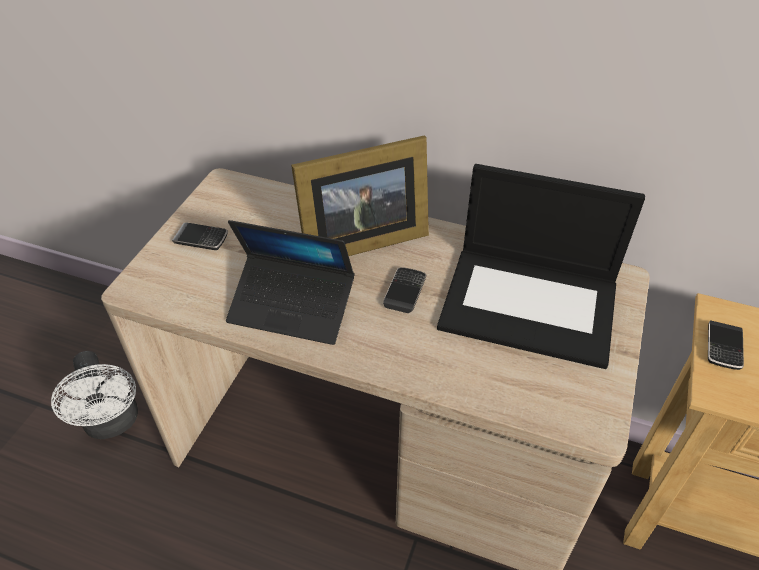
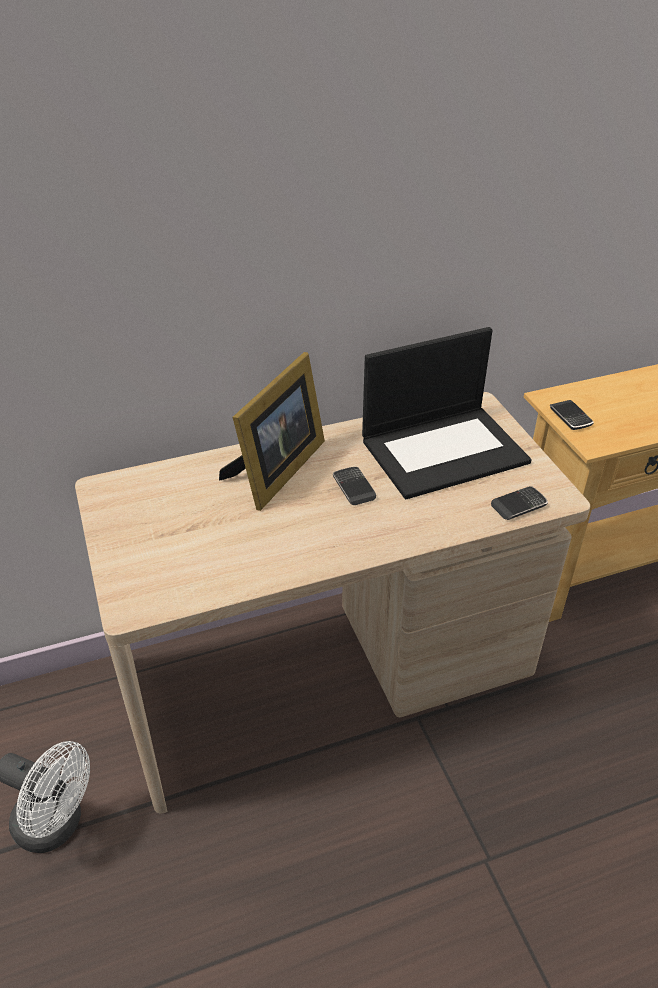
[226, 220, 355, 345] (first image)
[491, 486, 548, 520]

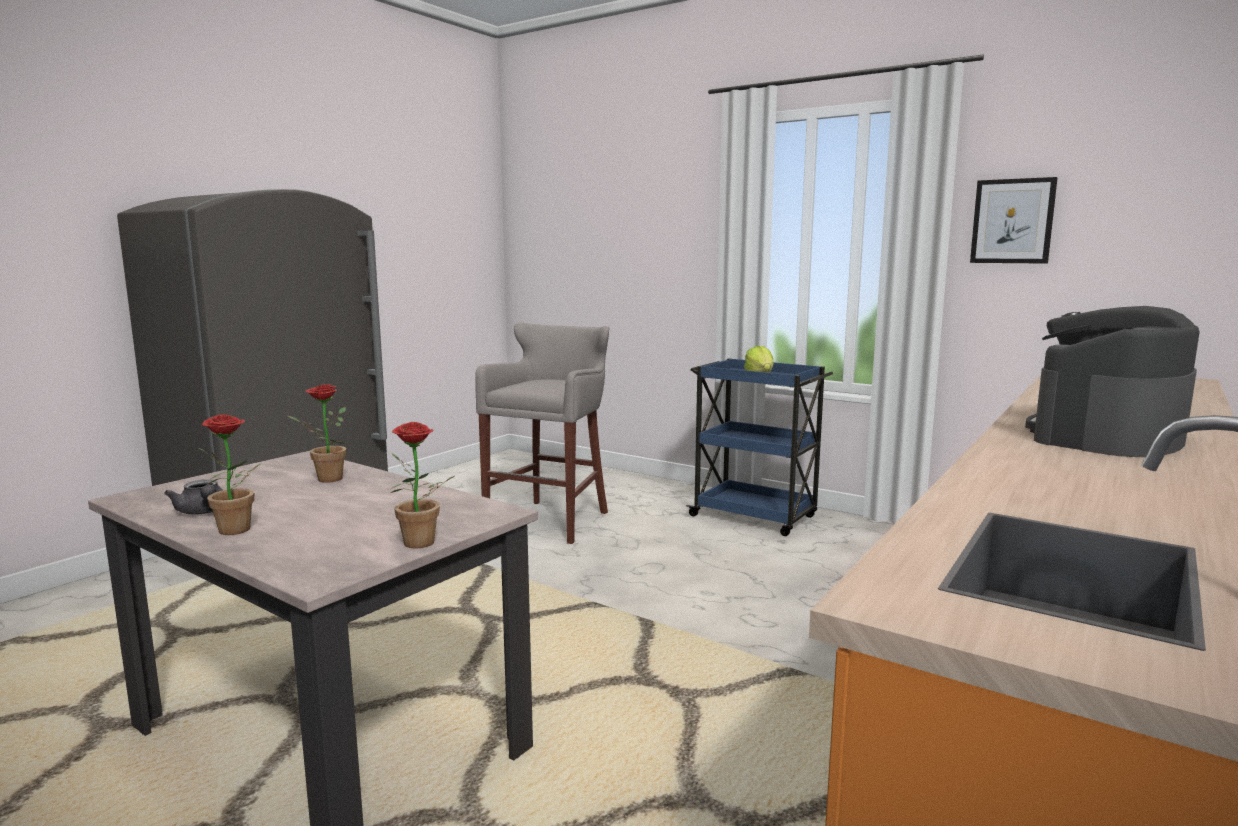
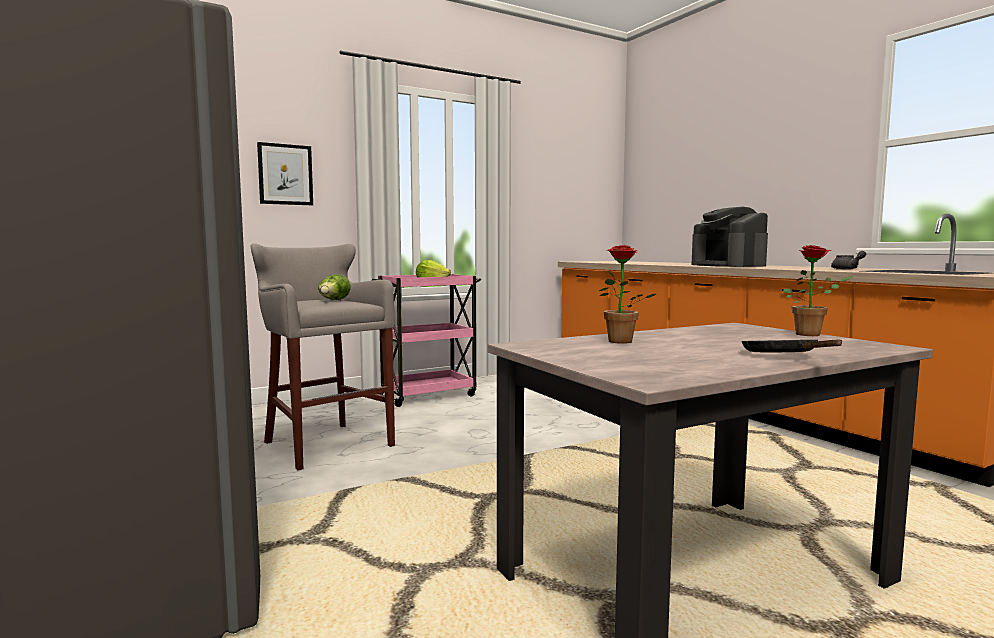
[318, 274, 350, 300]
[831, 251, 866, 269]
[257, 142, 313, 205]
[742, 340, 842, 352]
[372, 274, 481, 407]

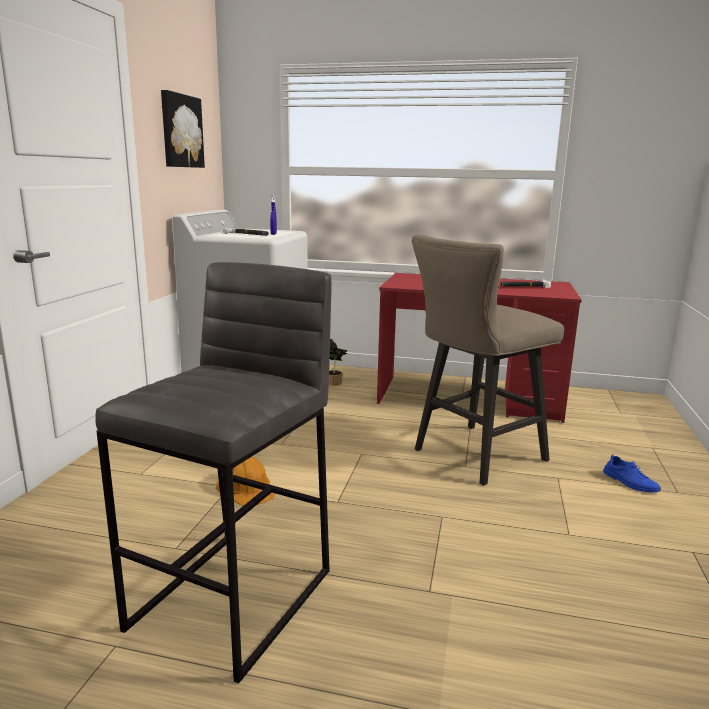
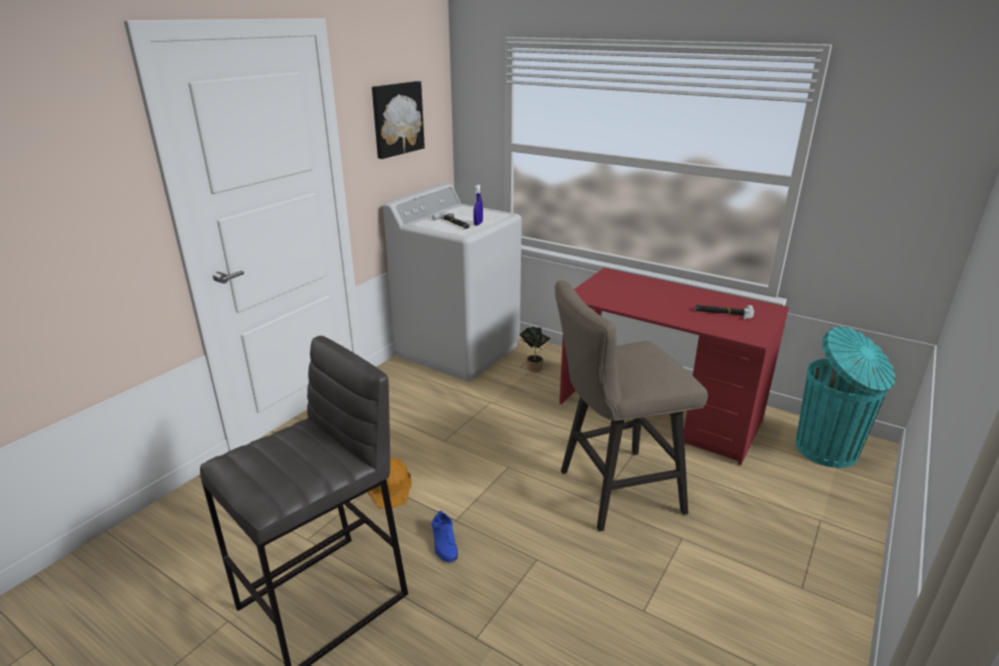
[796, 326, 895, 468]
[432, 511, 458, 562]

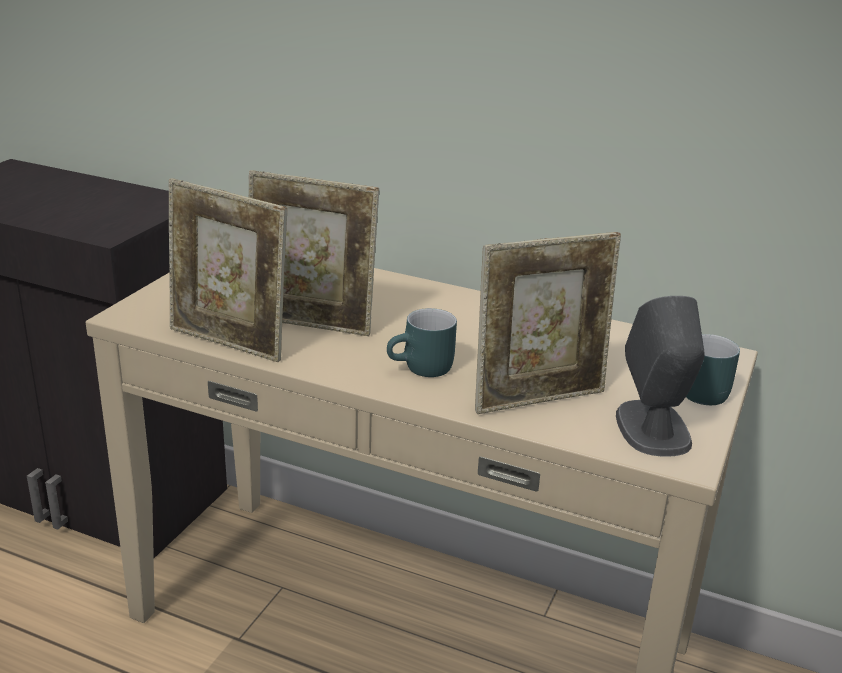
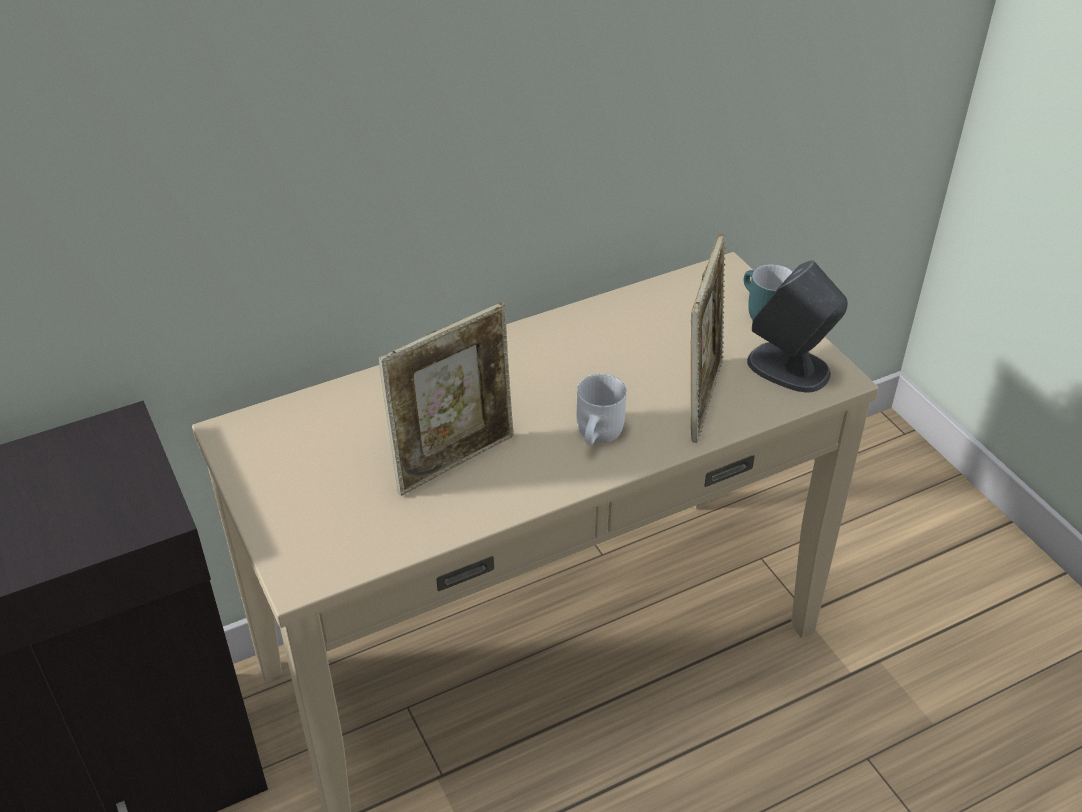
[169, 178, 287, 362] (first image)
[577, 374, 627, 445]

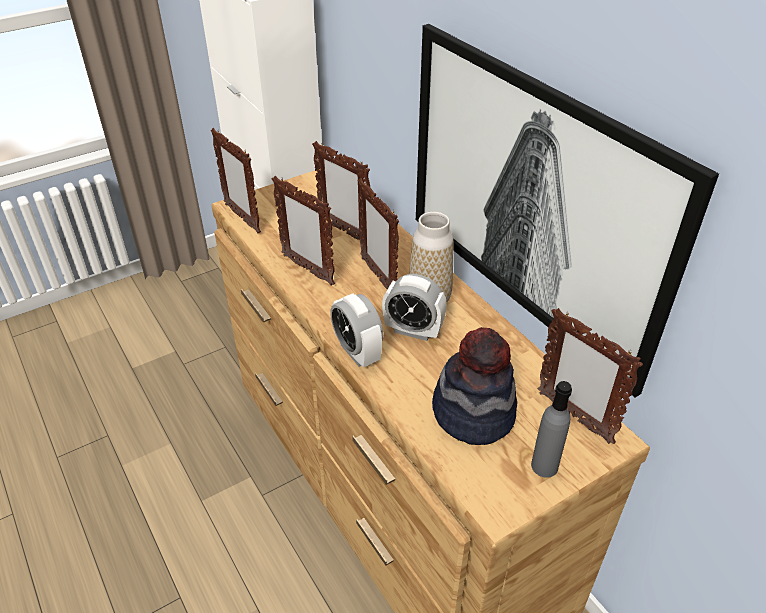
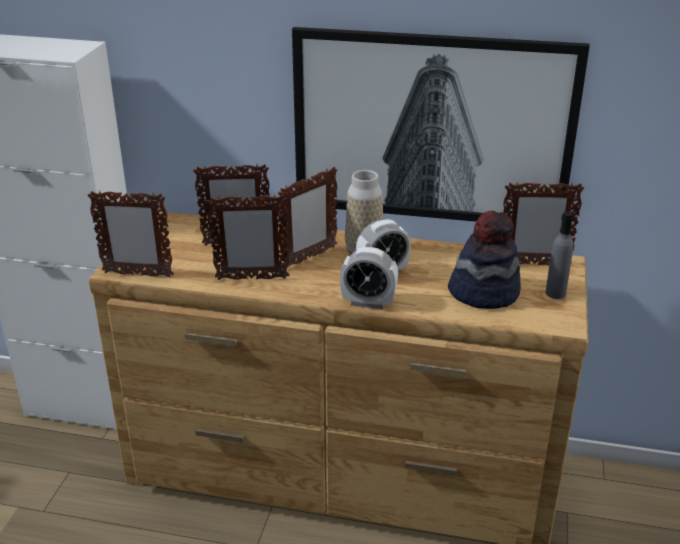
[278, 167, 337, 268]

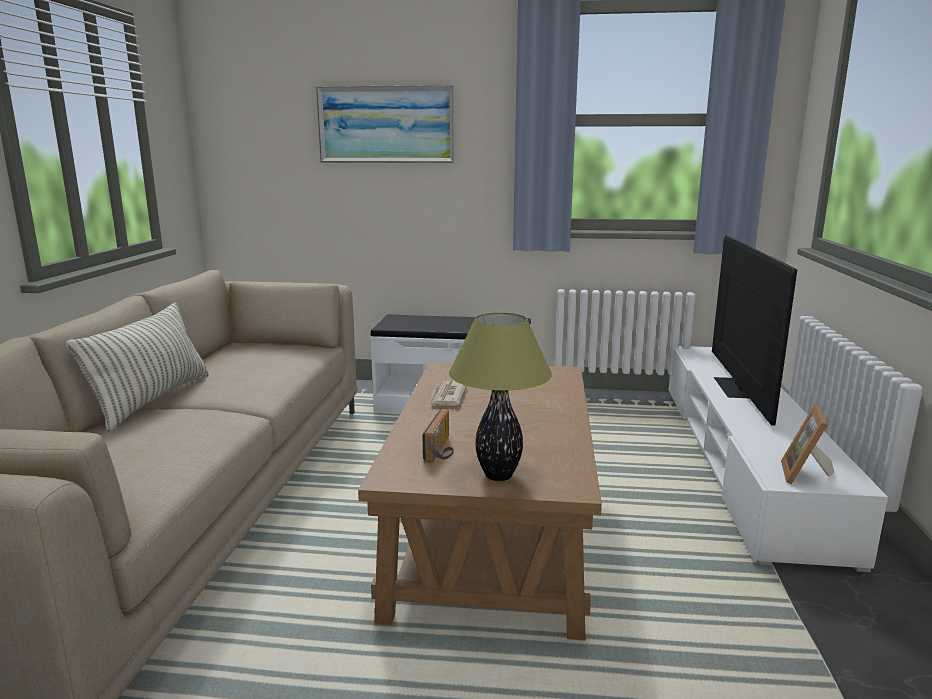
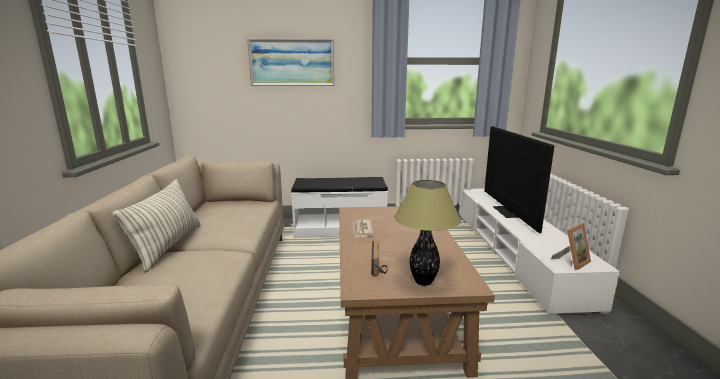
[551, 223, 591, 270]

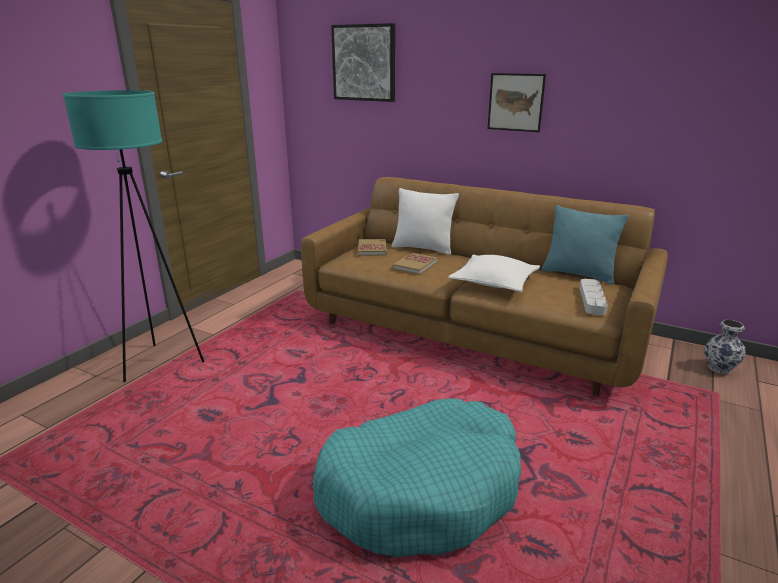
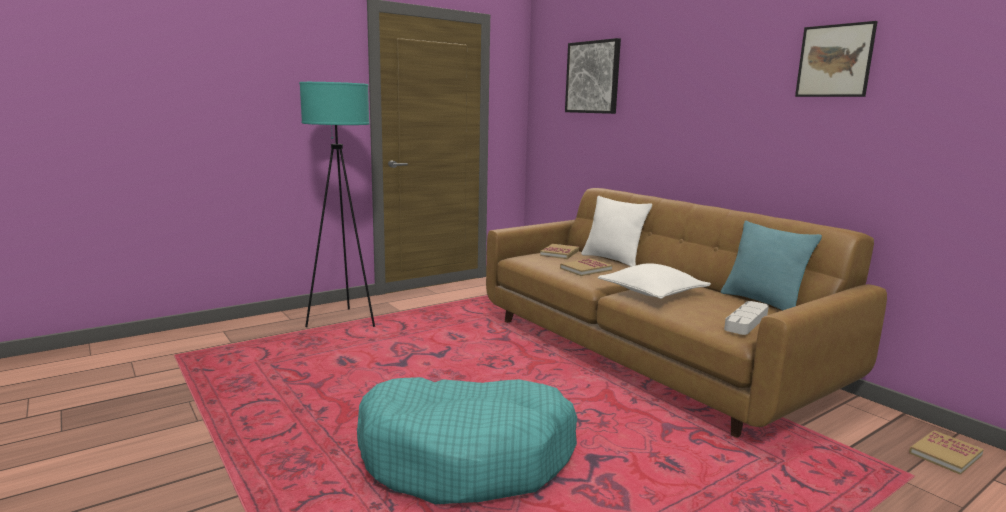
[795, 21, 878, 97]
[909, 430, 984, 475]

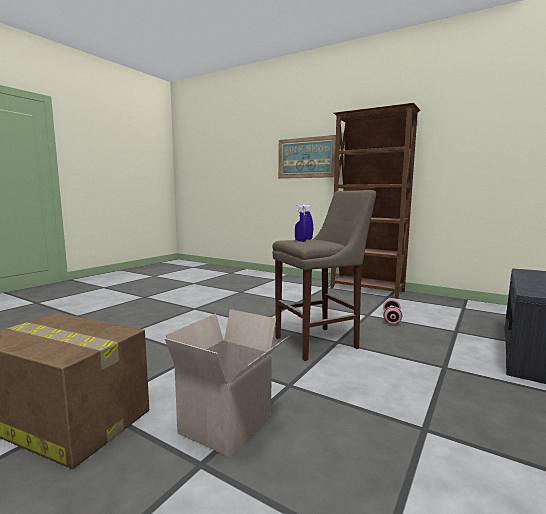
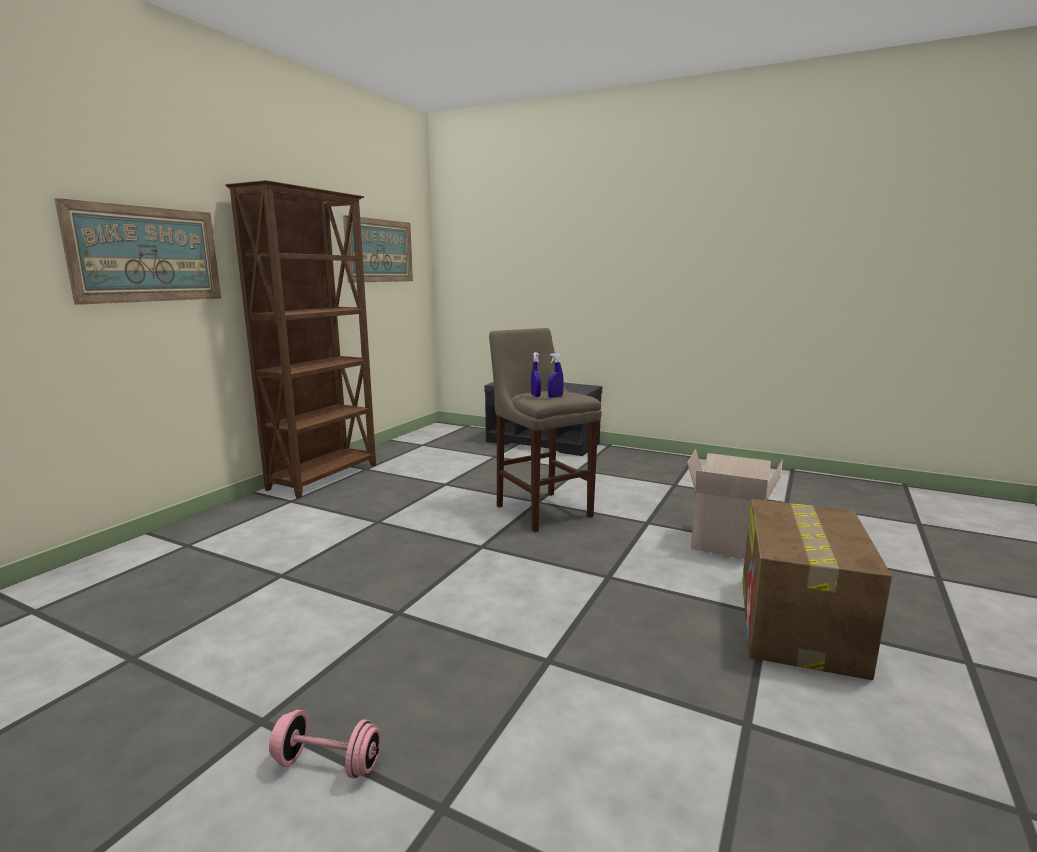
[343, 215, 413, 283]
[269, 710, 381, 779]

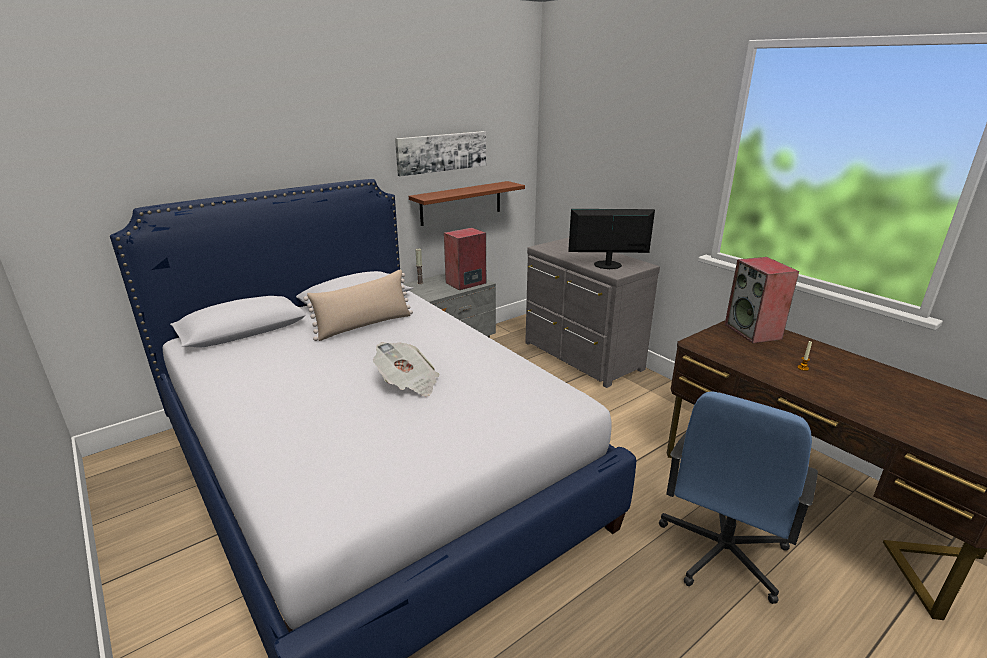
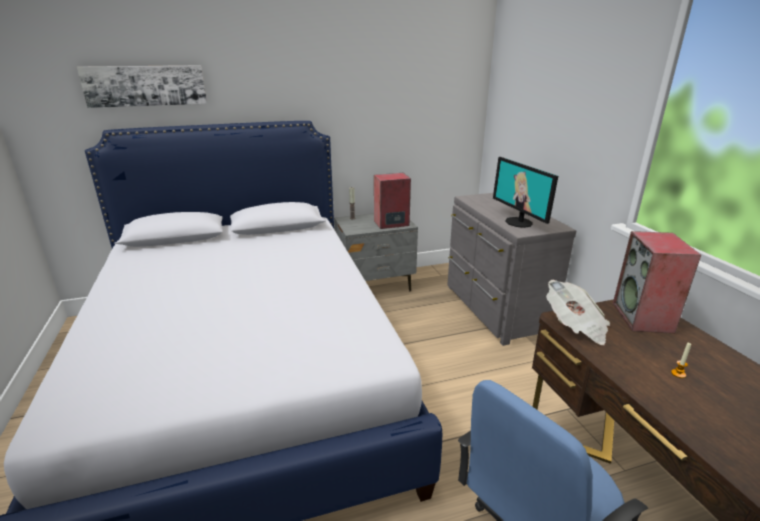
[303, 270, 413, 341] (first image)
[409, 181, 525, 226] (first image)
[546, 280, 610, 345]
[77, 65, 207, 108]
[493, 157, 558, 228]

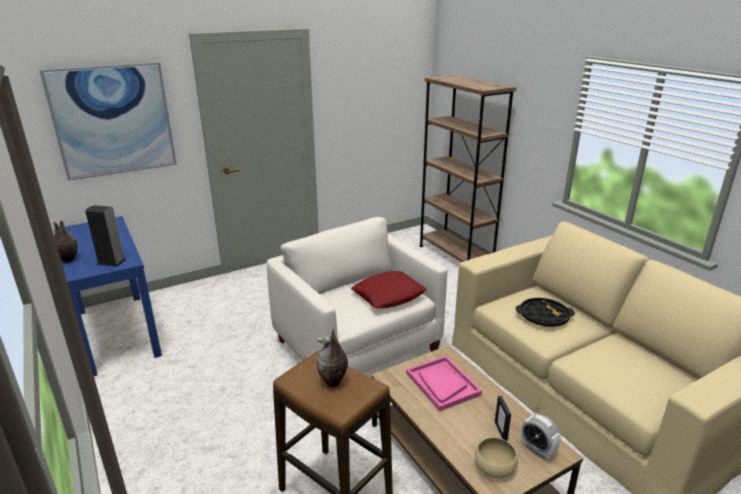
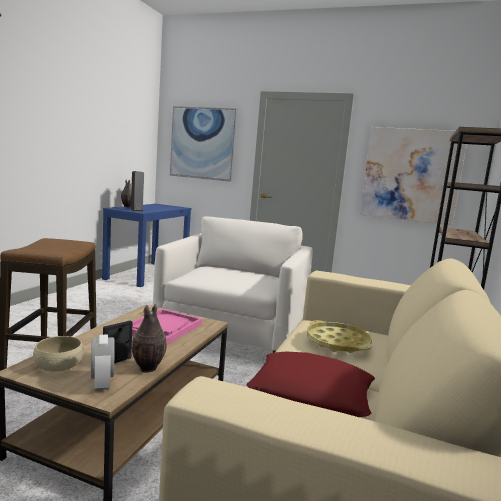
[360, 127, 467, 225]
[132, 304, 167, 373]
[247, 352, 375, 417]
[307, 320, 372, 353]
[91, 335, 115, 391]

